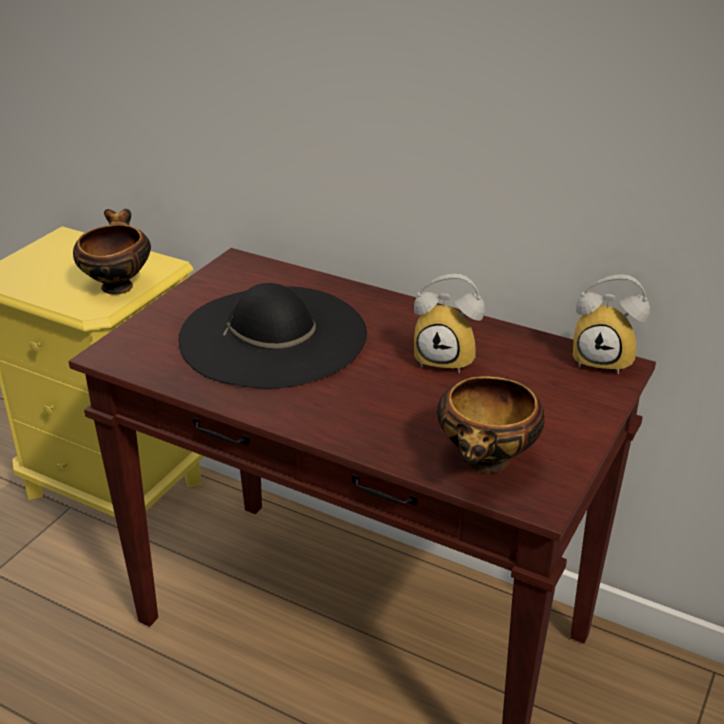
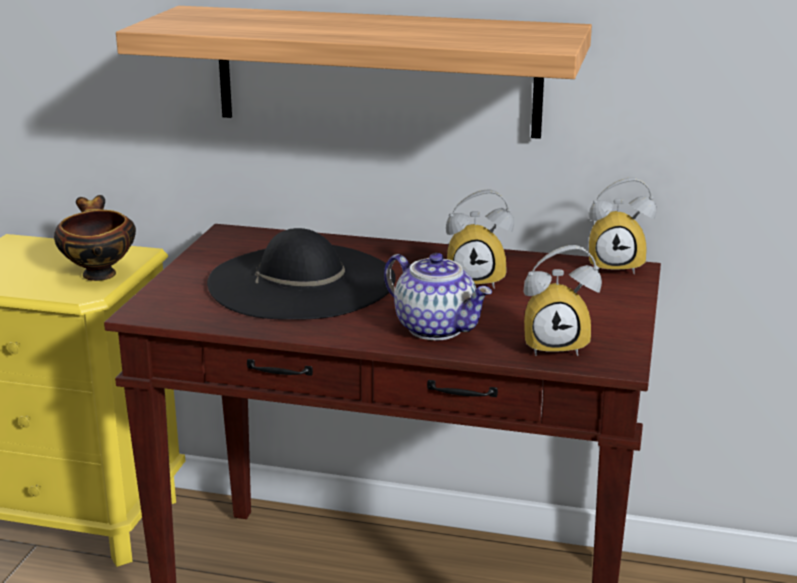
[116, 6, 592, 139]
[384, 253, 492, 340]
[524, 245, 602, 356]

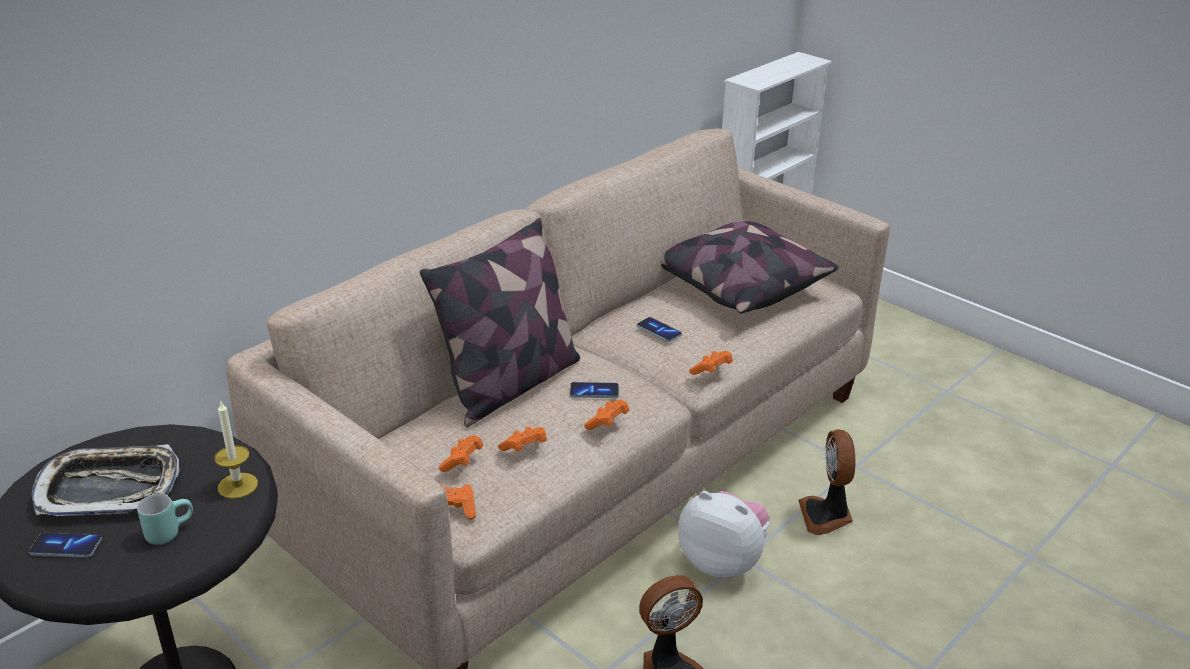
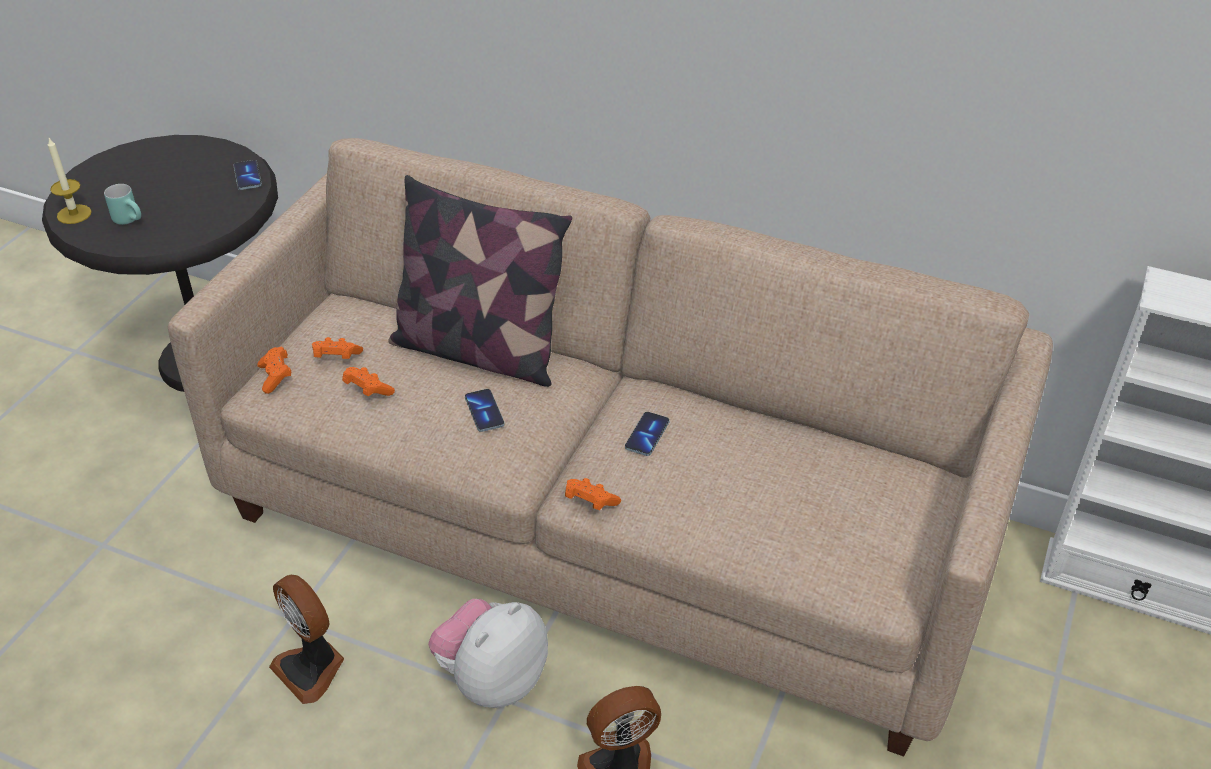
[31, 444, 179, 516] (first image)
[584, 400, 629, 430] (first image)
[661, 220, 838, 314] (first image)
[233, 160, 262, 190]
[48, 138, 92, 224]
[428, 599, 548, 708]

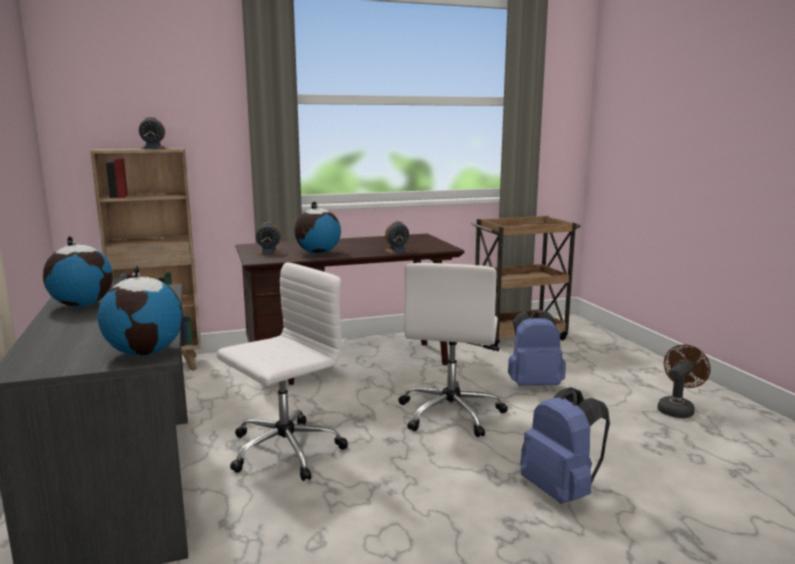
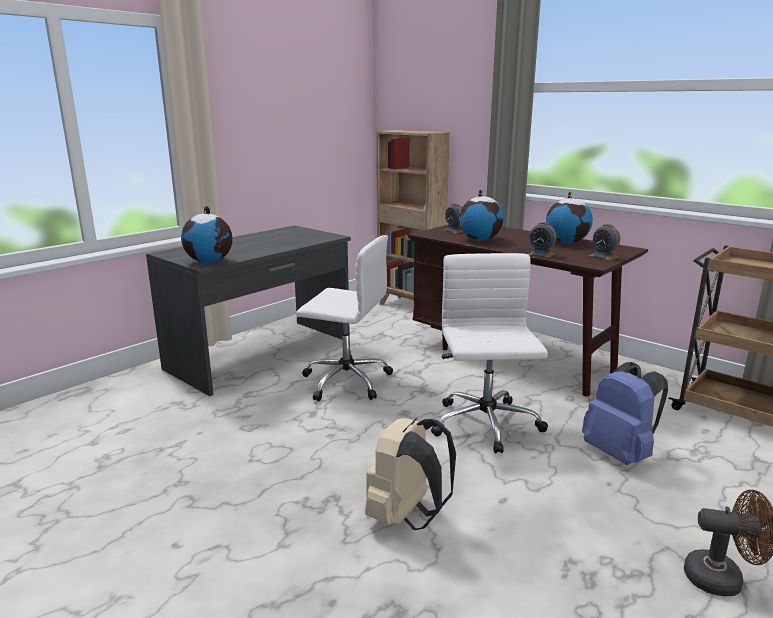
[546, 192, 593, 243]
[589, 224, 620, 260]
[365, 418, 456, 530]
[431, 253, 548, 454]

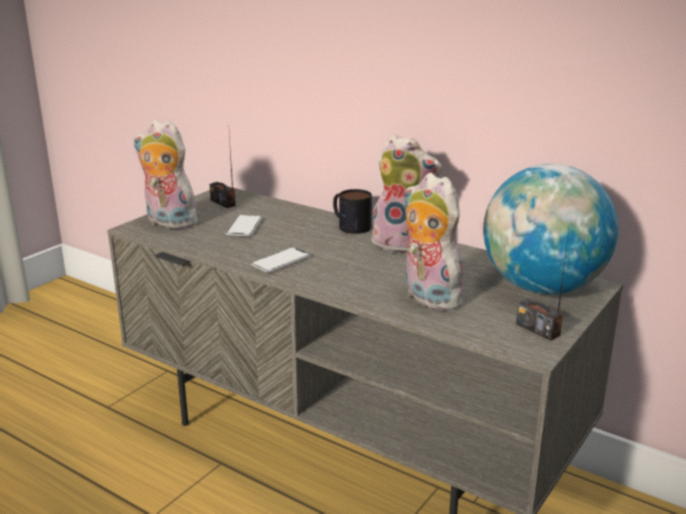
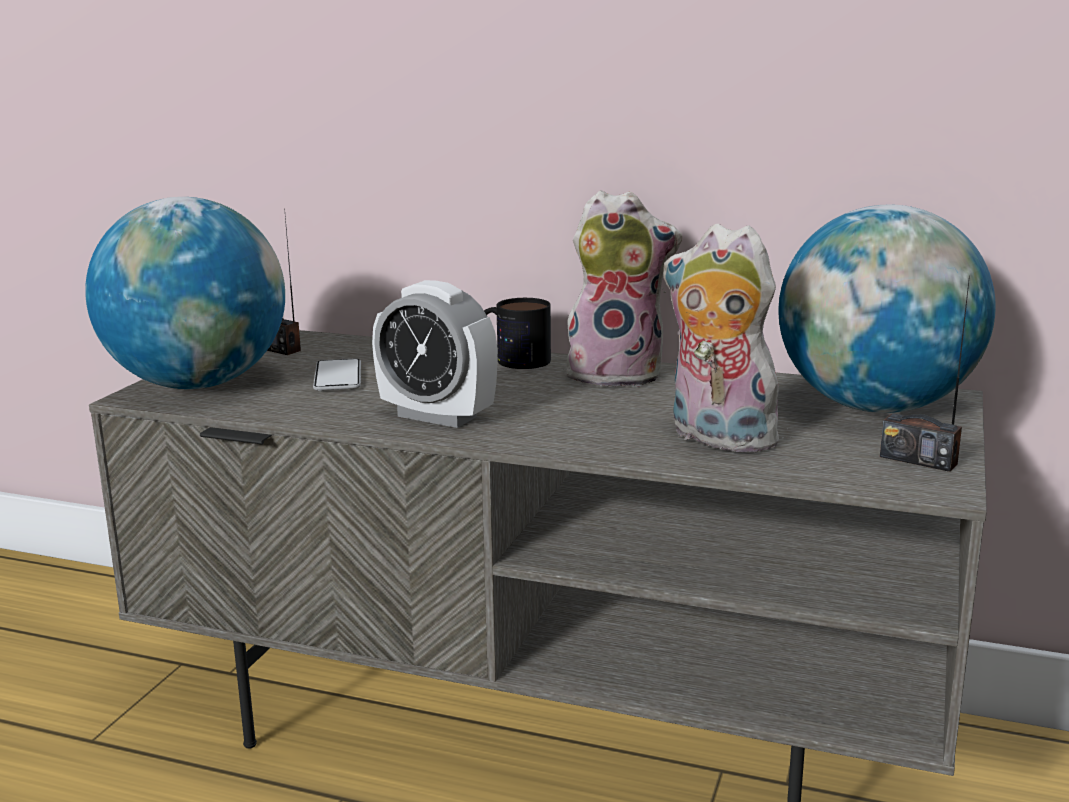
[85, 197, 285, 389]
[372, 280, 498, 428]

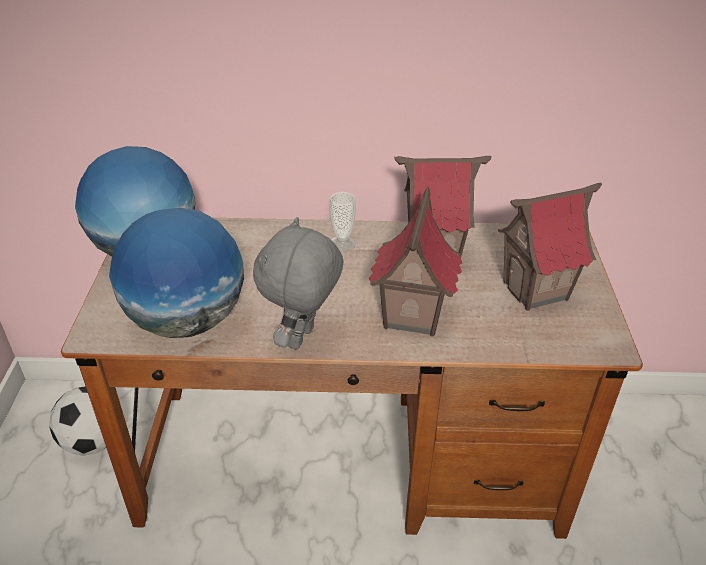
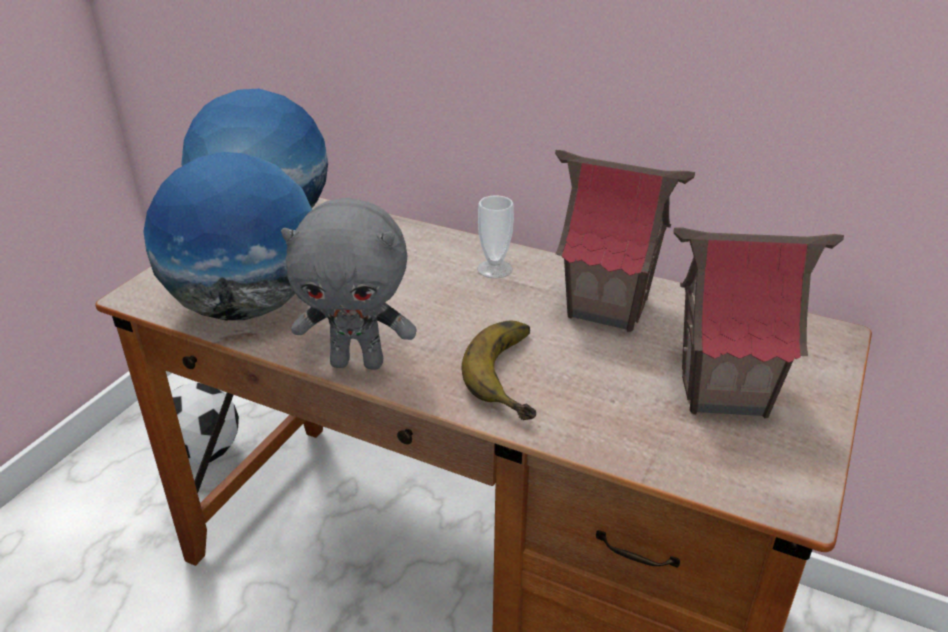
[462, 321, 536, 420]
[281, 198, 417, 370]

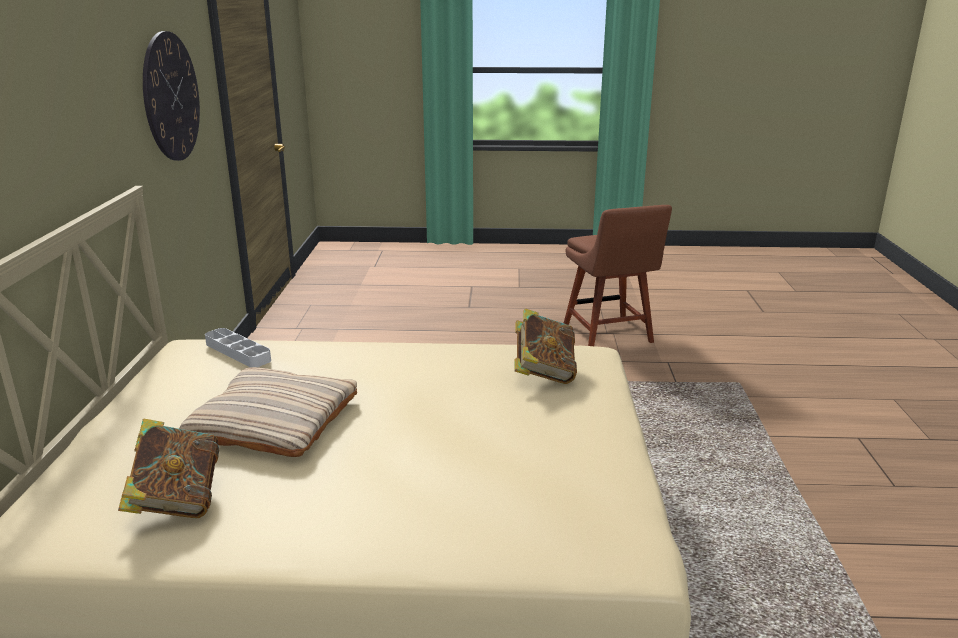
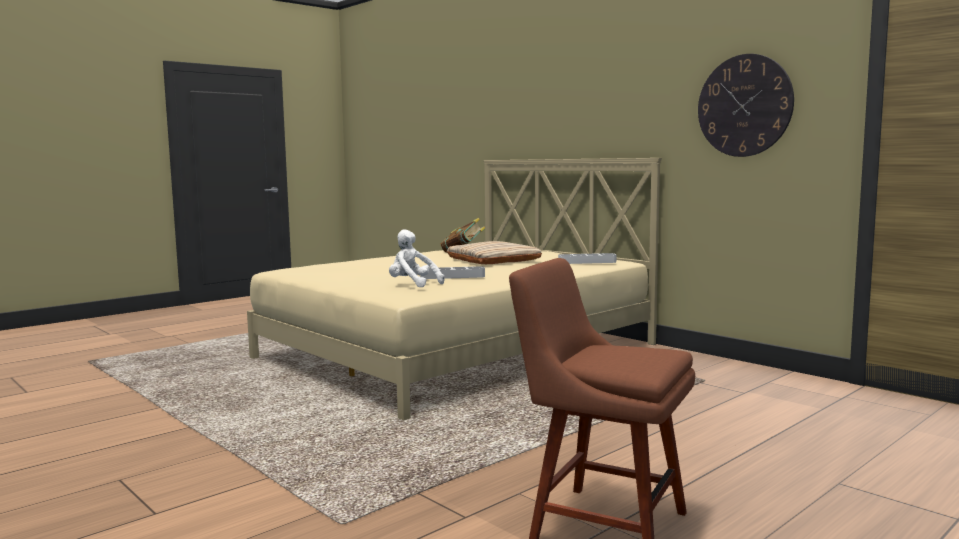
[420, 266, 485, 279]
[389, 229, 445, 288]

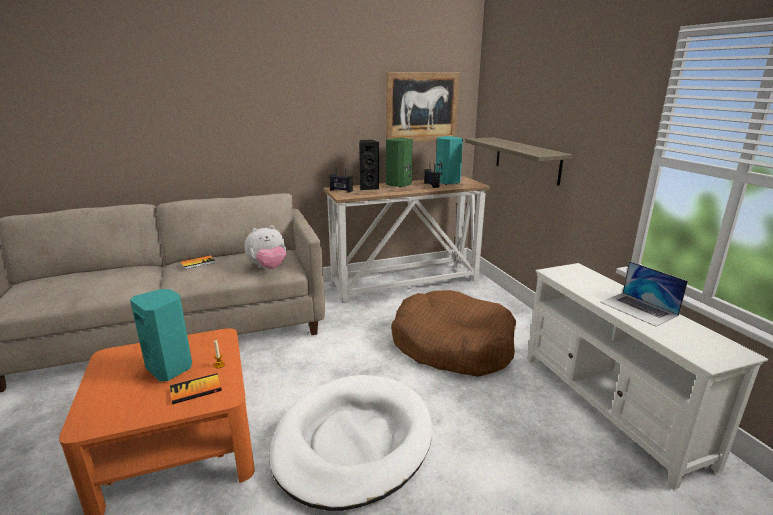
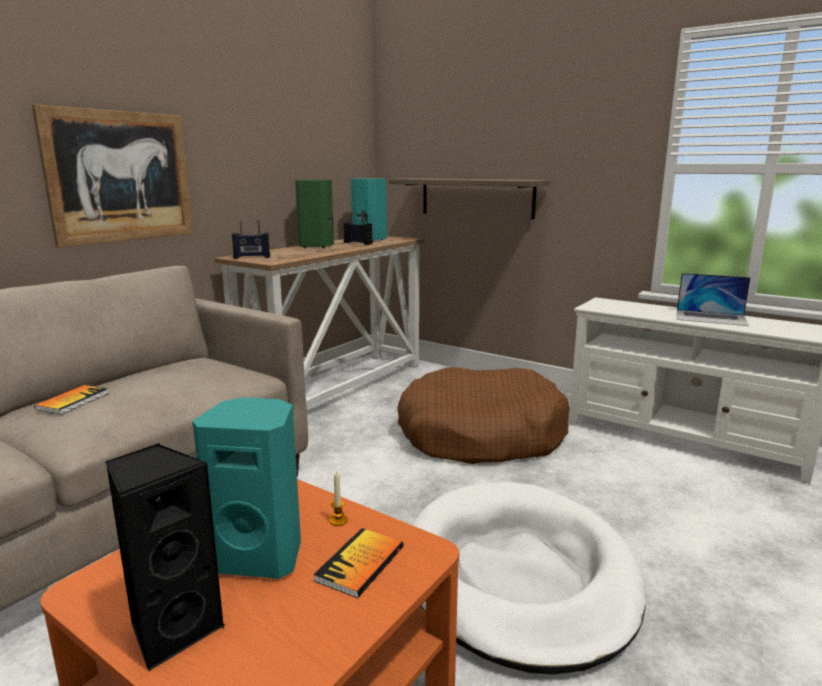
[245, 225, 286, 269] (first image)
[105, 443, 225, 672]
[32, 104, 193, 248]

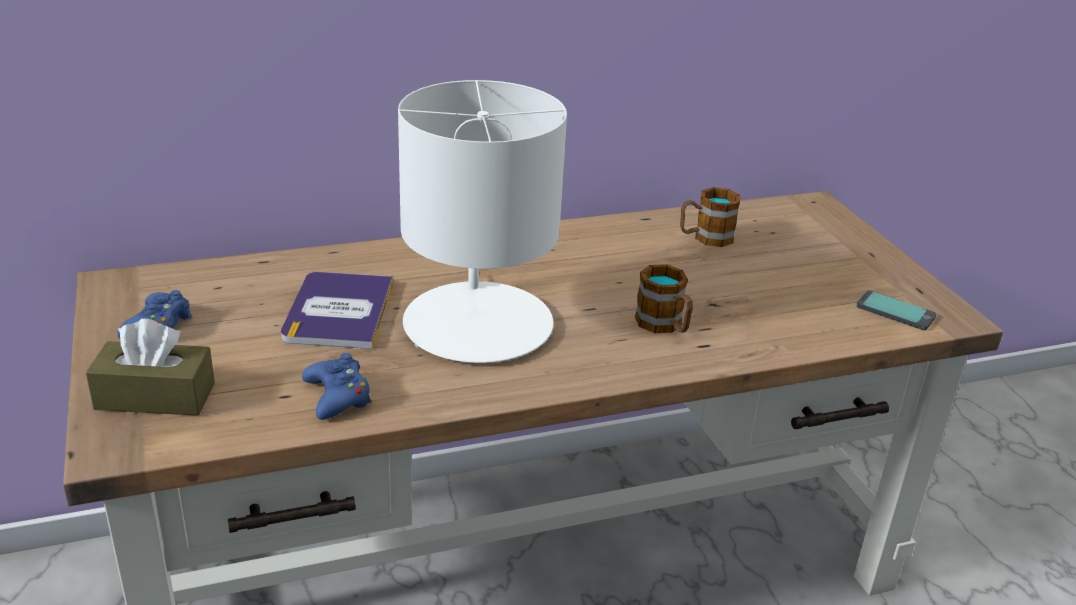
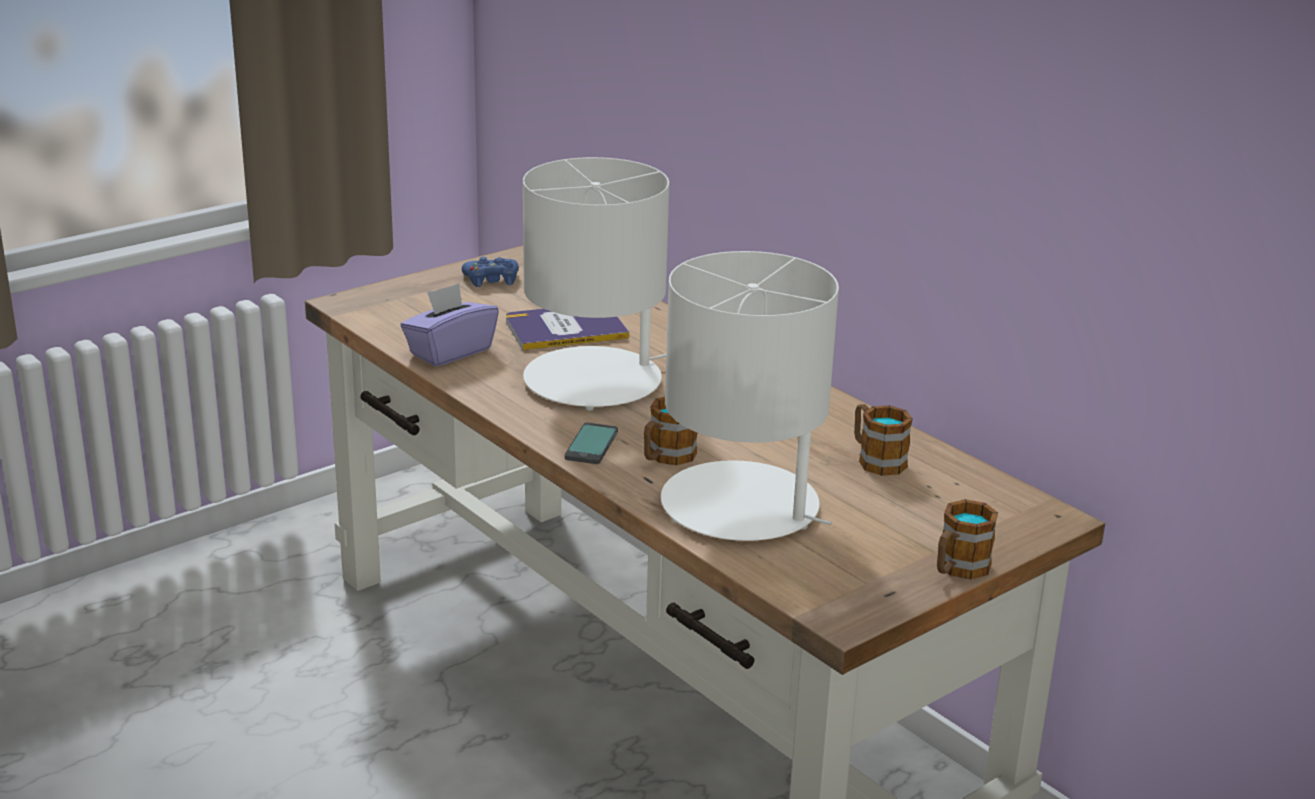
[86, 319, 215, 416] (first image)
[660, 251, 839, 541]
[937, 499, 998, 579]
[565, 422, 618, 464]
[400, 283, 499, 367]

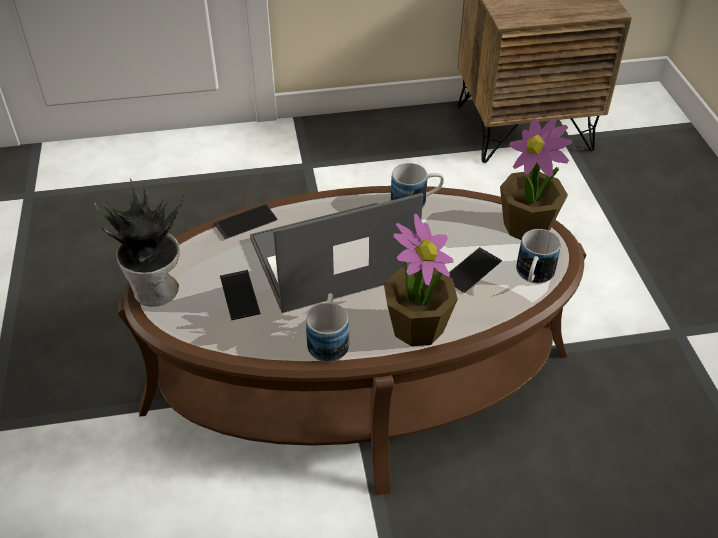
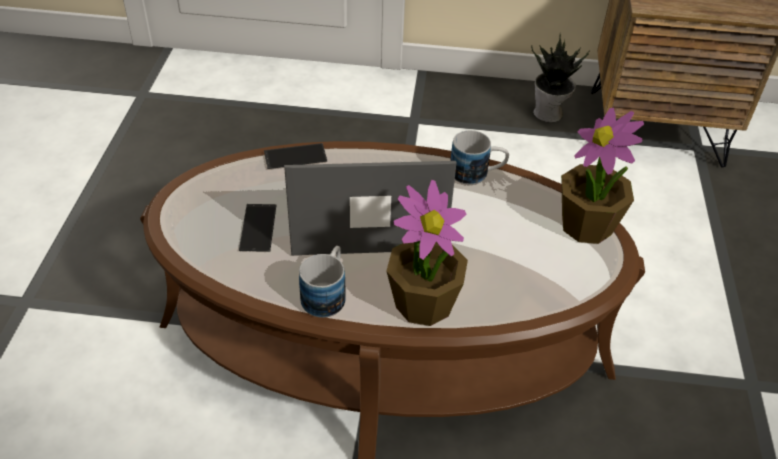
[449, 247, 502, 293] (first image)
[516, 229, 561, 283] (first image)
[531, 34, 590, 123]

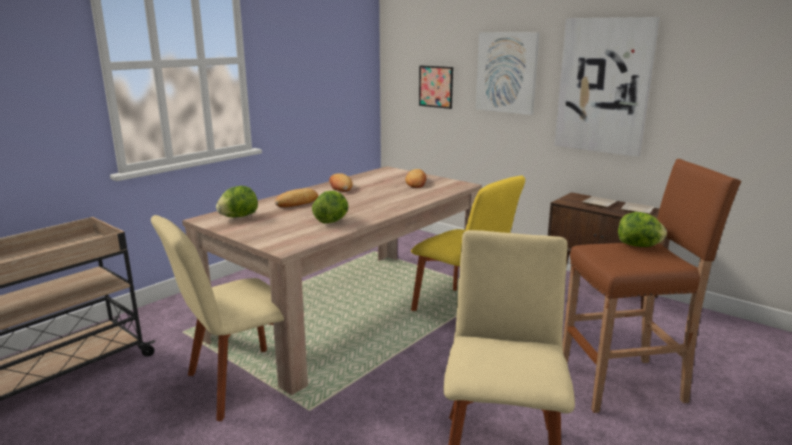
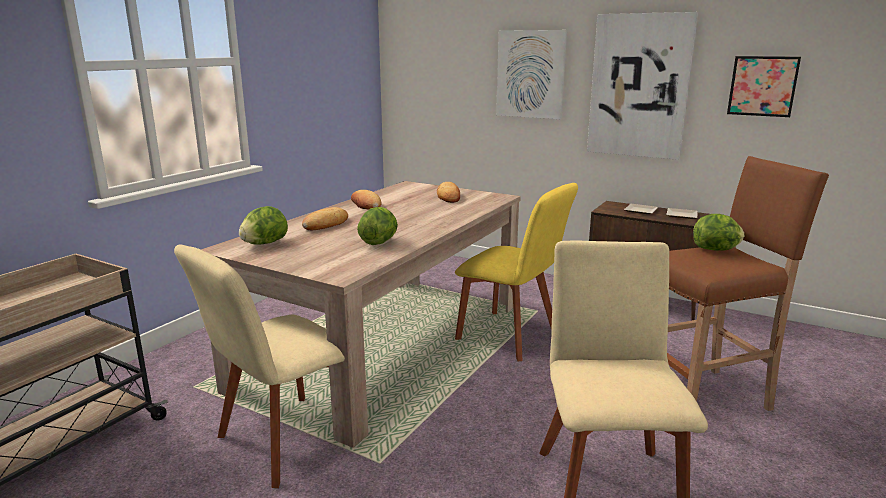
[727, 56, 801, 117]

